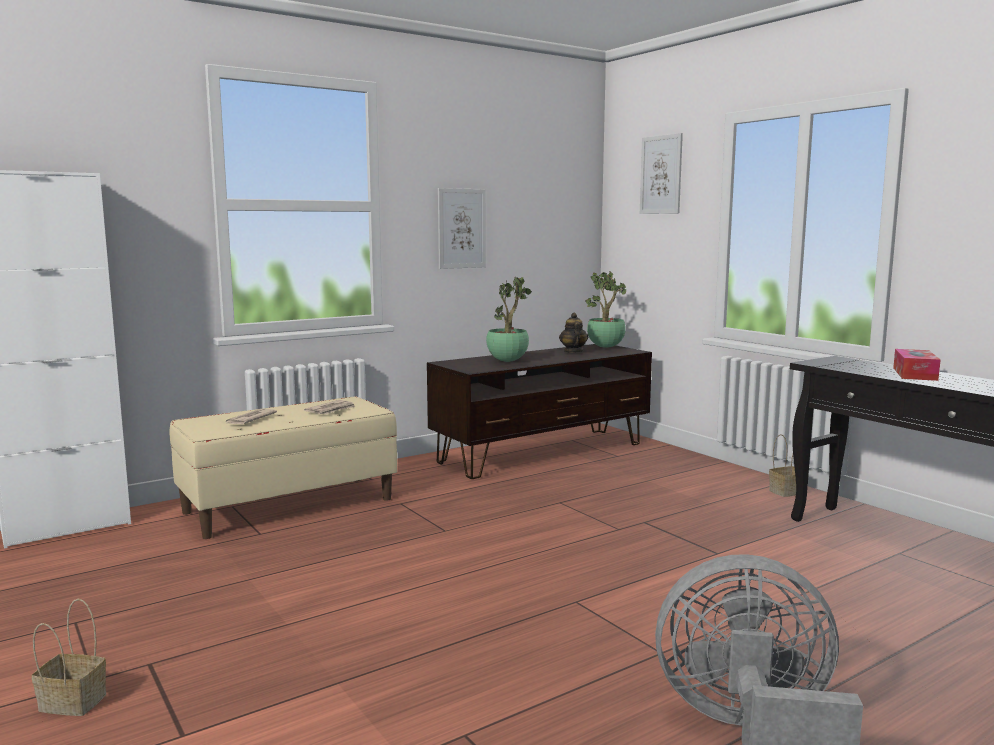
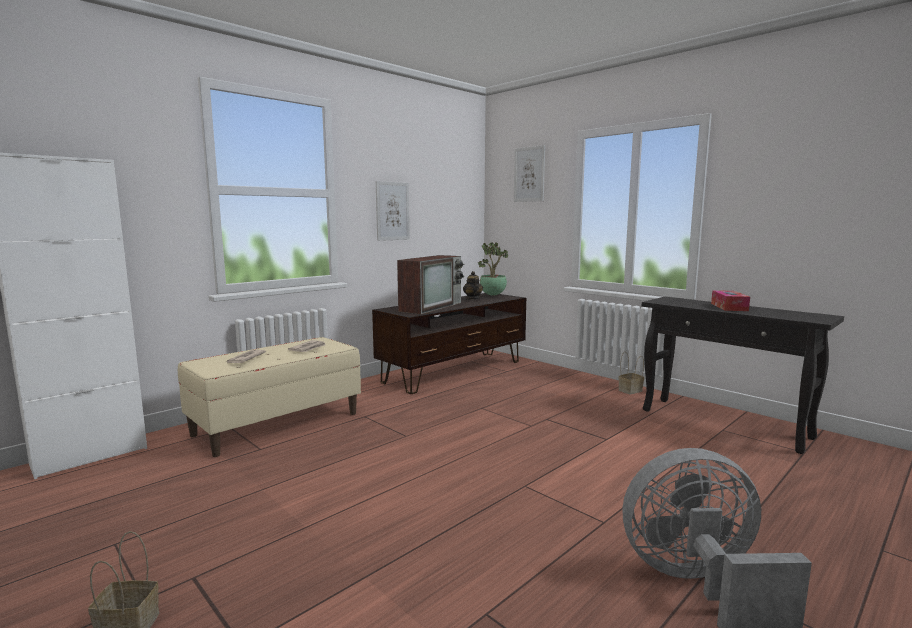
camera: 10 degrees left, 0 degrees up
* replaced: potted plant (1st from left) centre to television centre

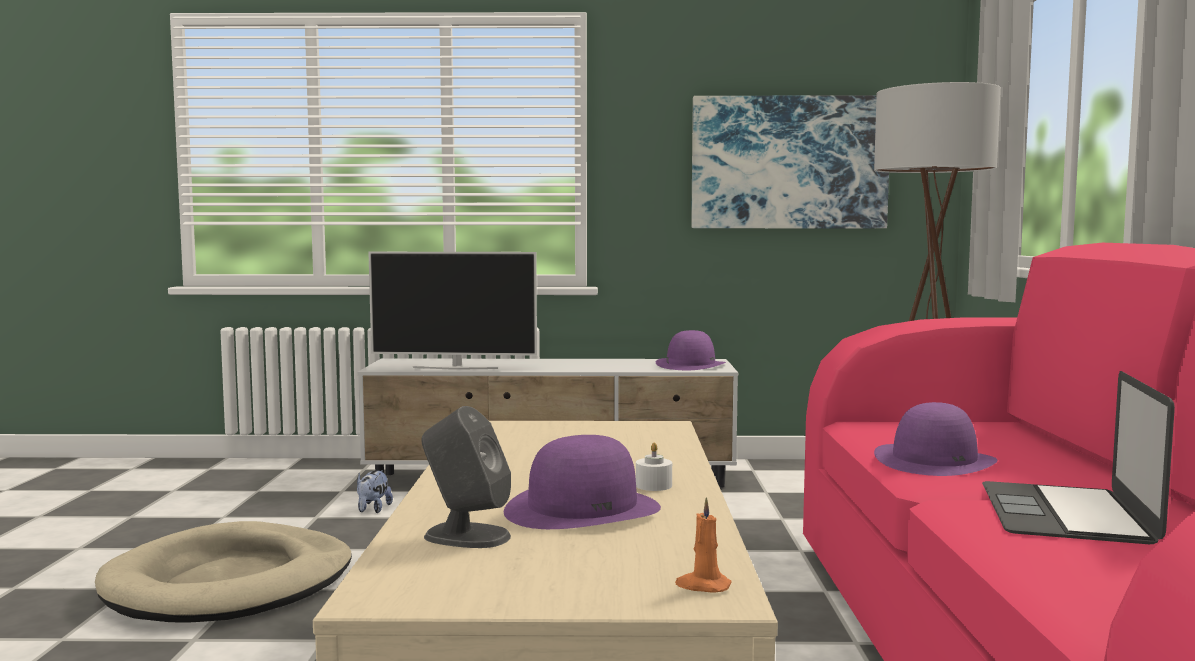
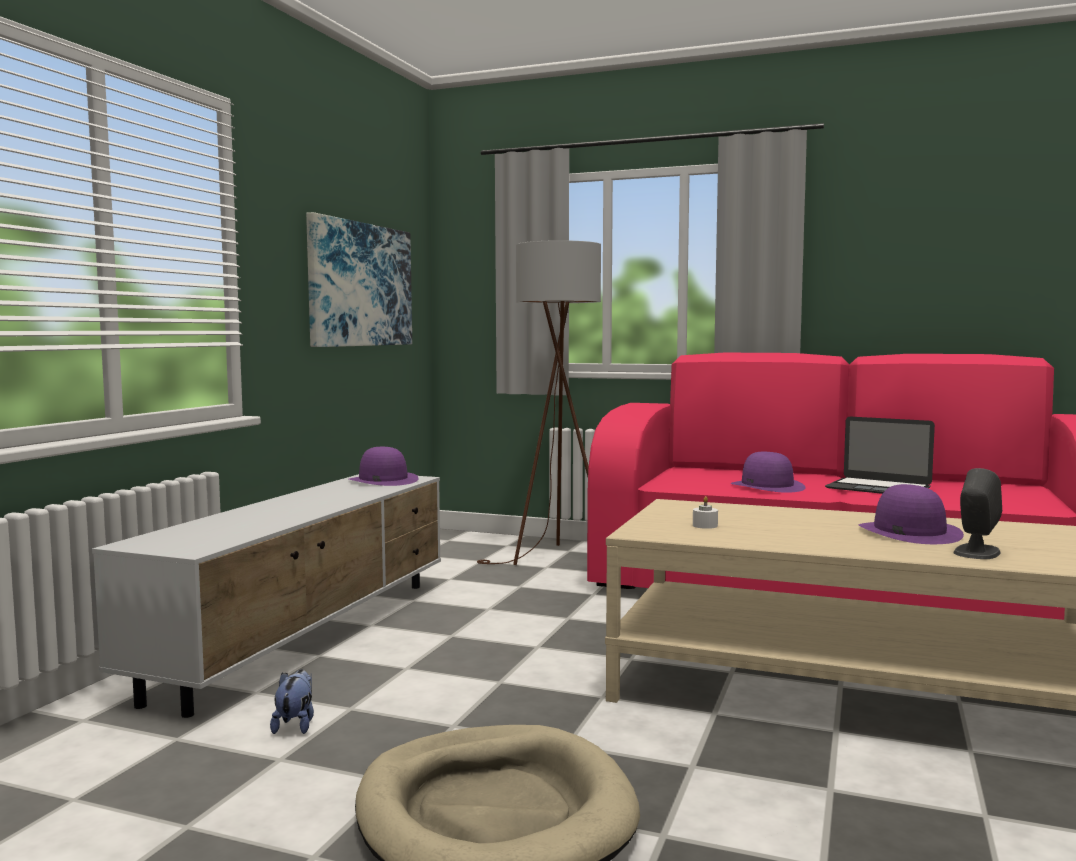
camera: 70 degrees left, 0 degrees up
* turned: plush toy bottom left = bottom left 120 degrees counterclockwise
* moved: white candle bottom centre to centre
* removed: television centre
* removed: orange candle bottom centre

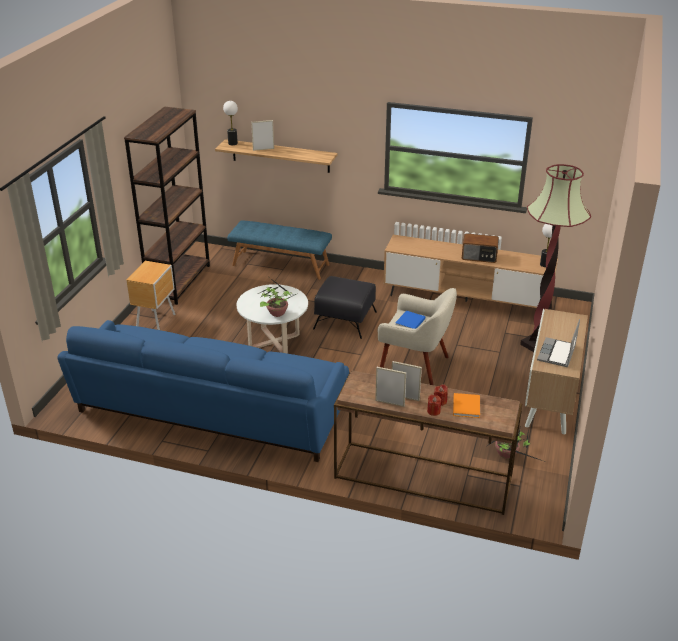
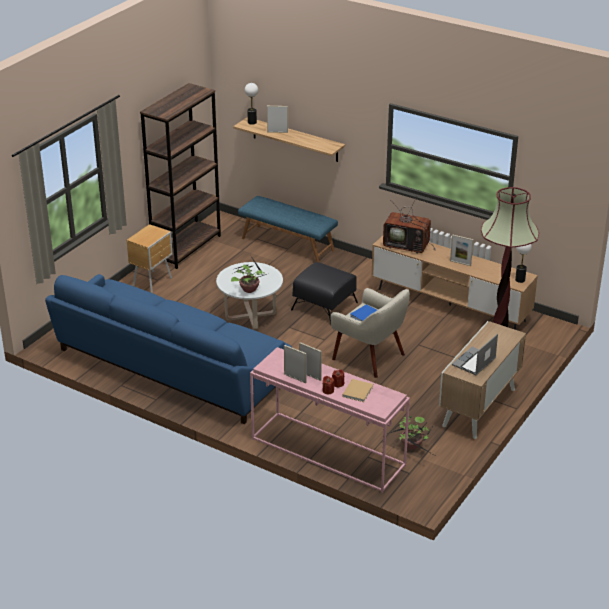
camera: 15 degrees right, 0 degrees up
* recoloured: brown console table bottom centre to pink console table bottom centre
* recoloured: orange book middle right to beige book centre
* added: television middle right
* replaced: radio middle right to picture frame (4th from left) middle right

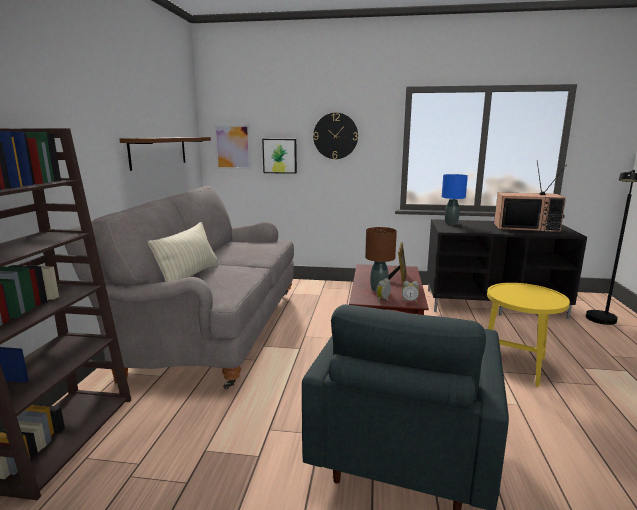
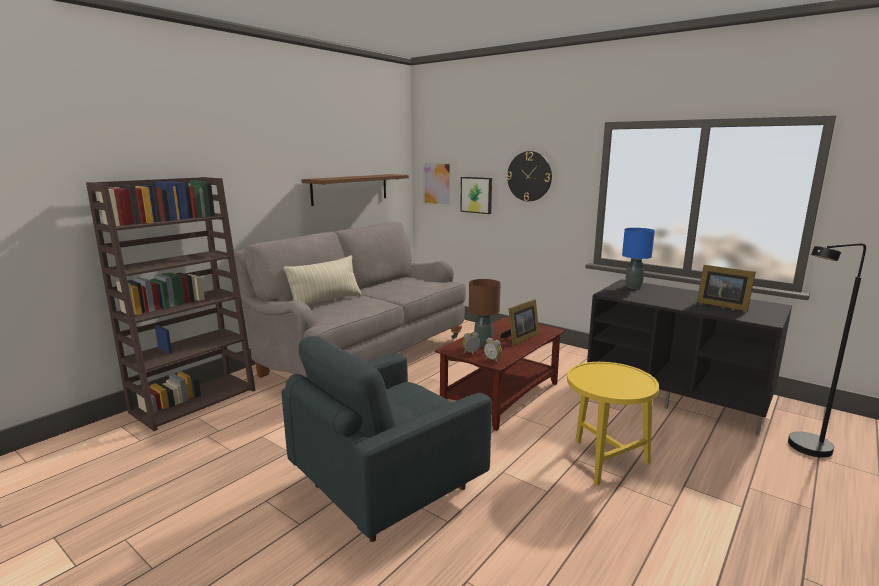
camera: 30 degrees right, 0 degrees up
* replaced: television middle right to picture frame (2nd from left) middle right

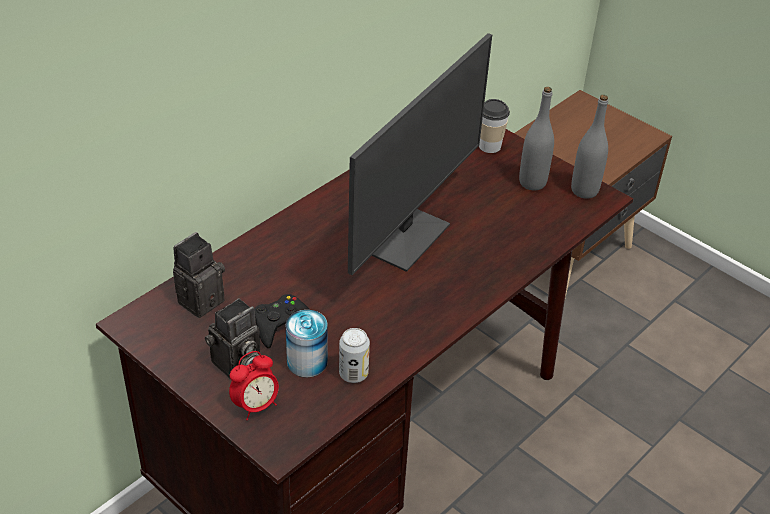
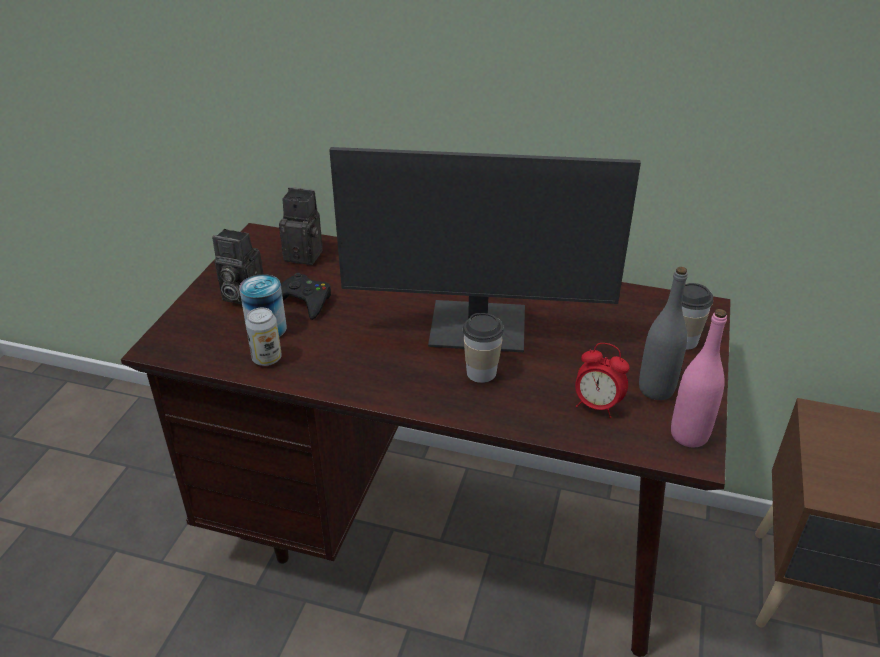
camera: 65 degrees right, 5 degrees down
* added: cup (1st from left) centre
* moved: alarm clock bottom left to middle right
* recoloured: grey bottle (2nd from left) top right to pink bottle middle right

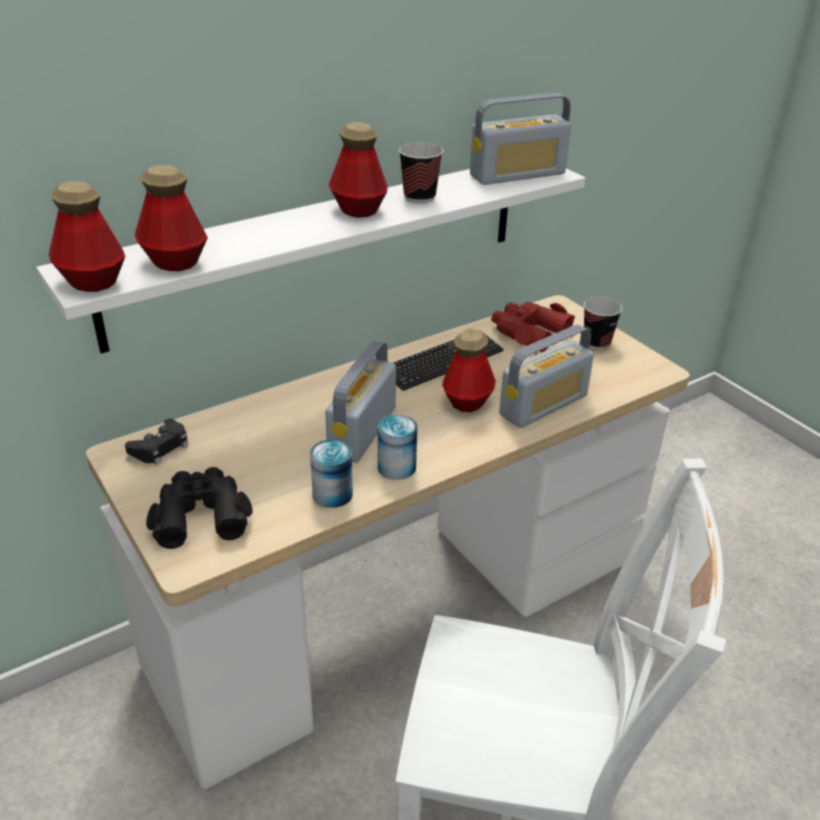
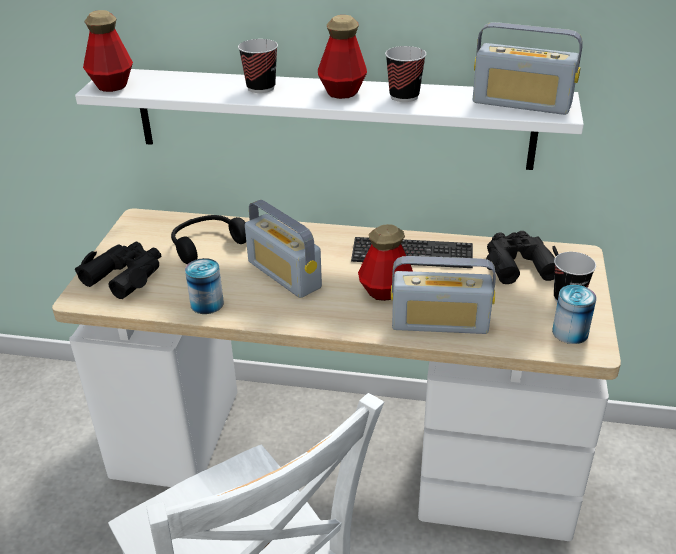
camera: 45 degrees right, 0 degrees up
* added: black headphones middle left
* added: cup (1st from left) top centre
* turned: radio (1st from left) centre = centre 105 degrees counterclockwise
* recoloured: red binoculars centre to black binoculars (2nd from left) middle right
* moved: can (2nd from left) centre to middle right
* removed: black game controller middle left
* removed: bottle (2nd from left) top left

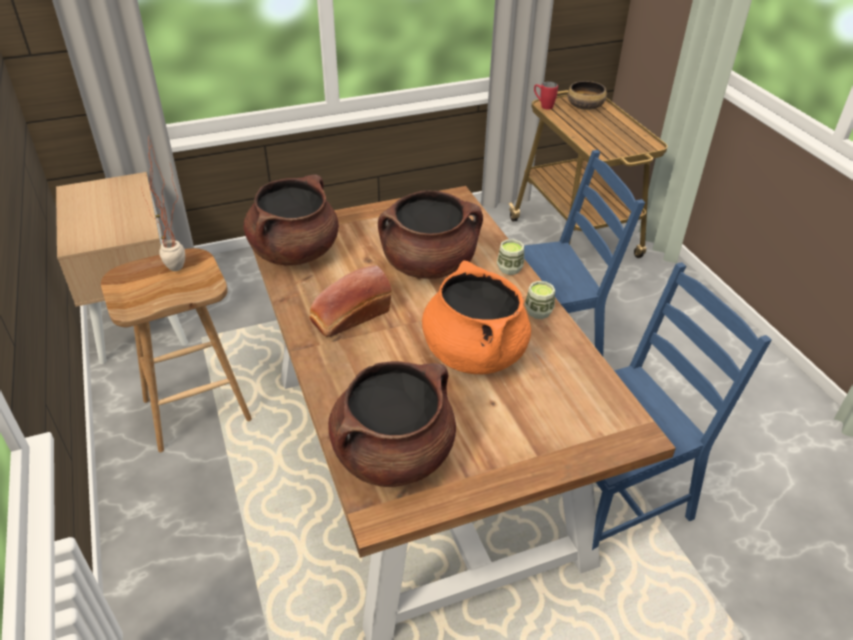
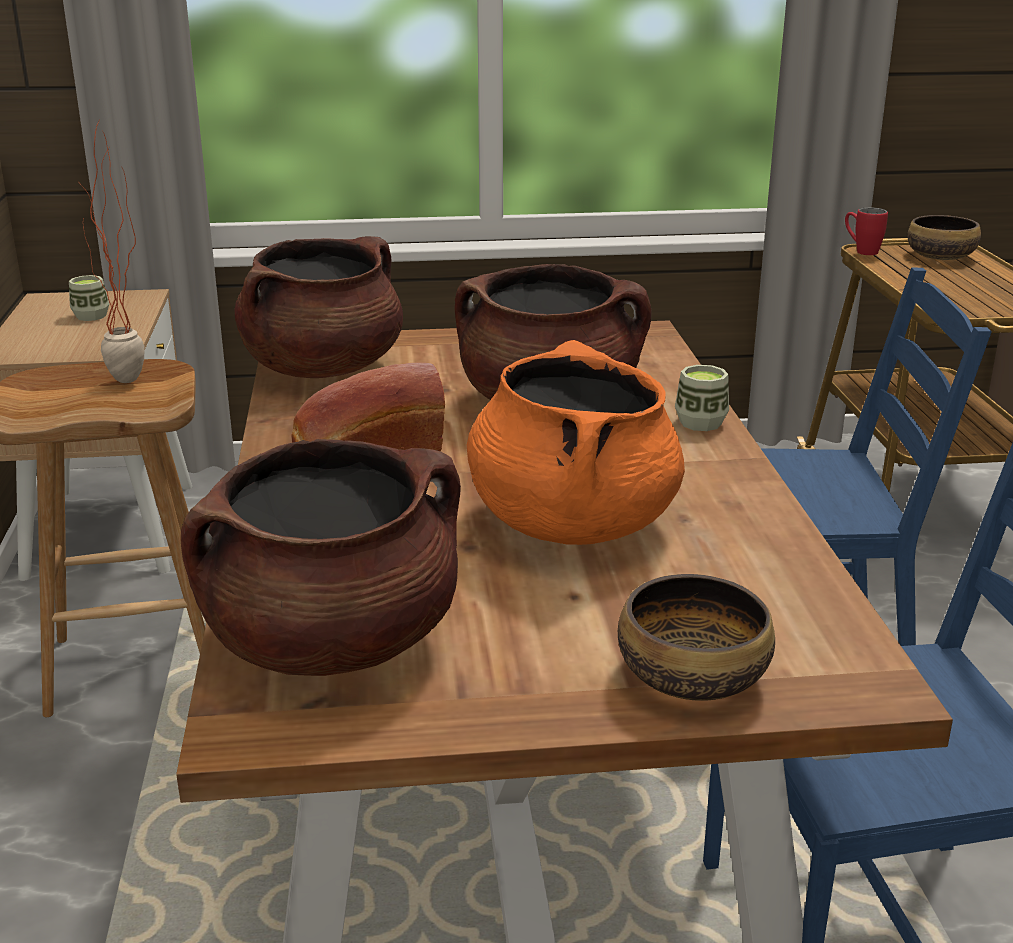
camera: 15 degrees right, 15 degrees down
* moved: cup (2nd from left in the first image) centre to cup (1st from left) top left
* added: bowl (1st from left) bottom right

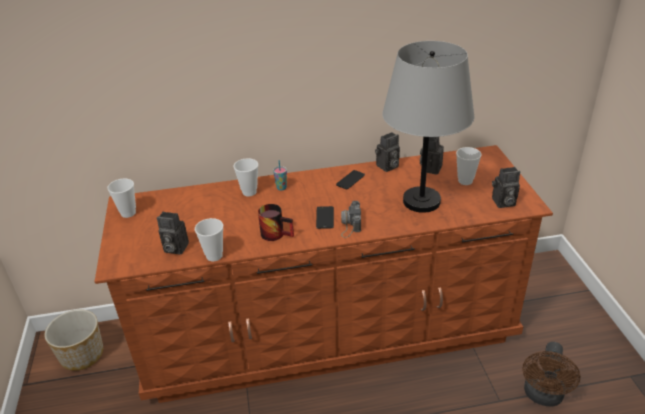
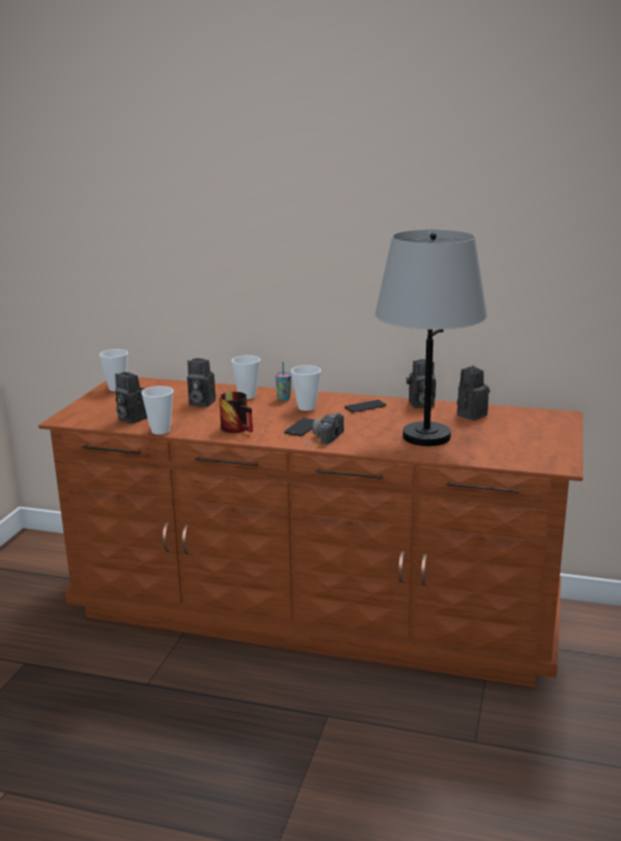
camera: 25 degrees right, 15 degrees down
* moved: photo camera (5th from left in the first image) middle right to photo camera (2nd from left) middle left
* moved: cup (5th from left) middle right to centre
* removed: planter bottom left
* removed: brown fan bottom right

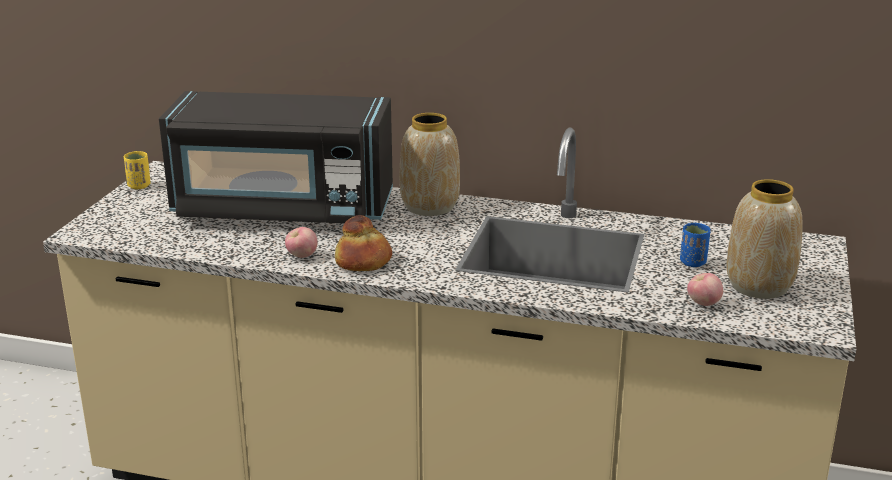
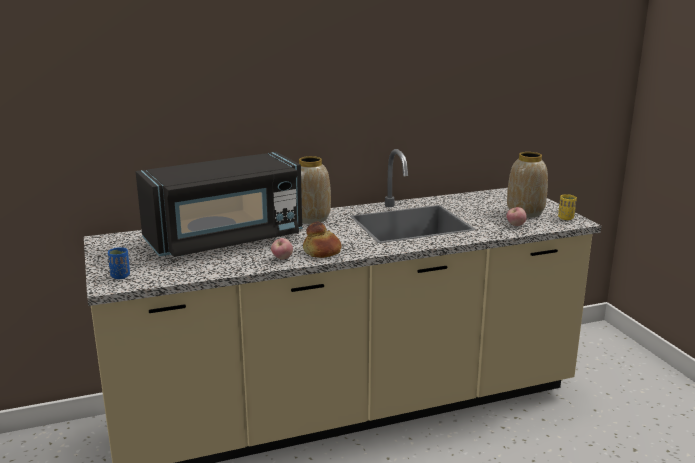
camera: 35 degrees left, 5 degrees down
* moved: blue cup middle right to middle left
* moved: yellow cup middle left to middle right

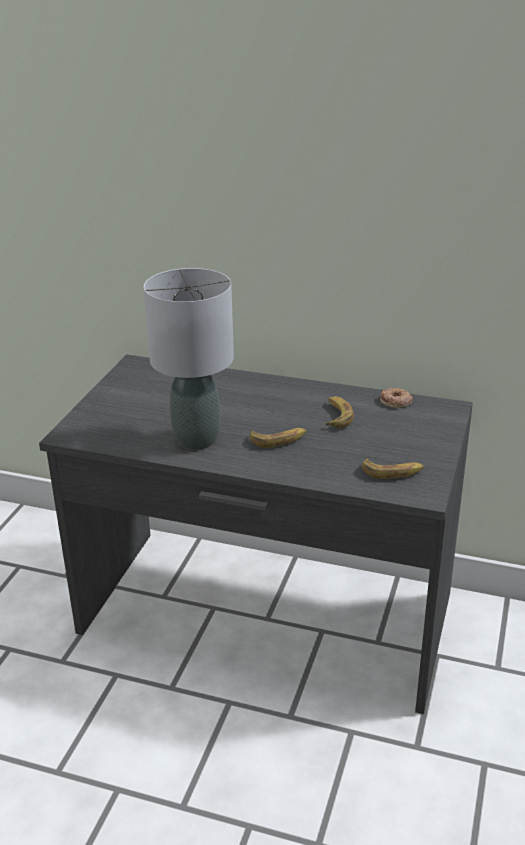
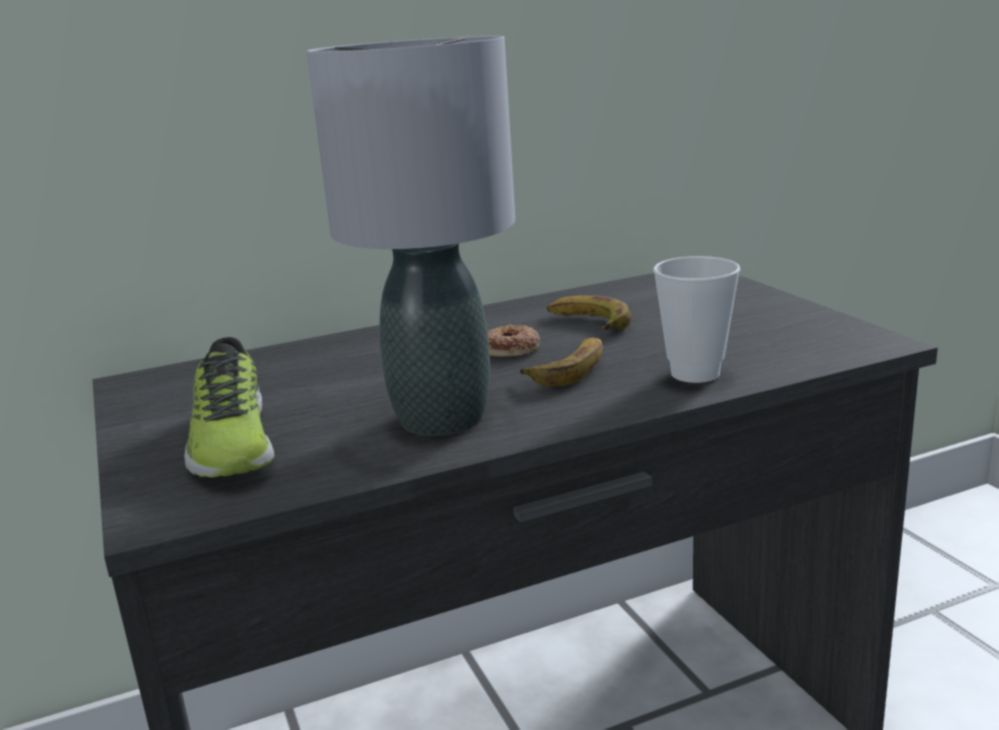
camera: 40 degrees left, 10 degrees down
* added: shoe middle left
* moved: donut middle right to centre
* added: cup middle right
* removed: banana (3rd from left) middle right

